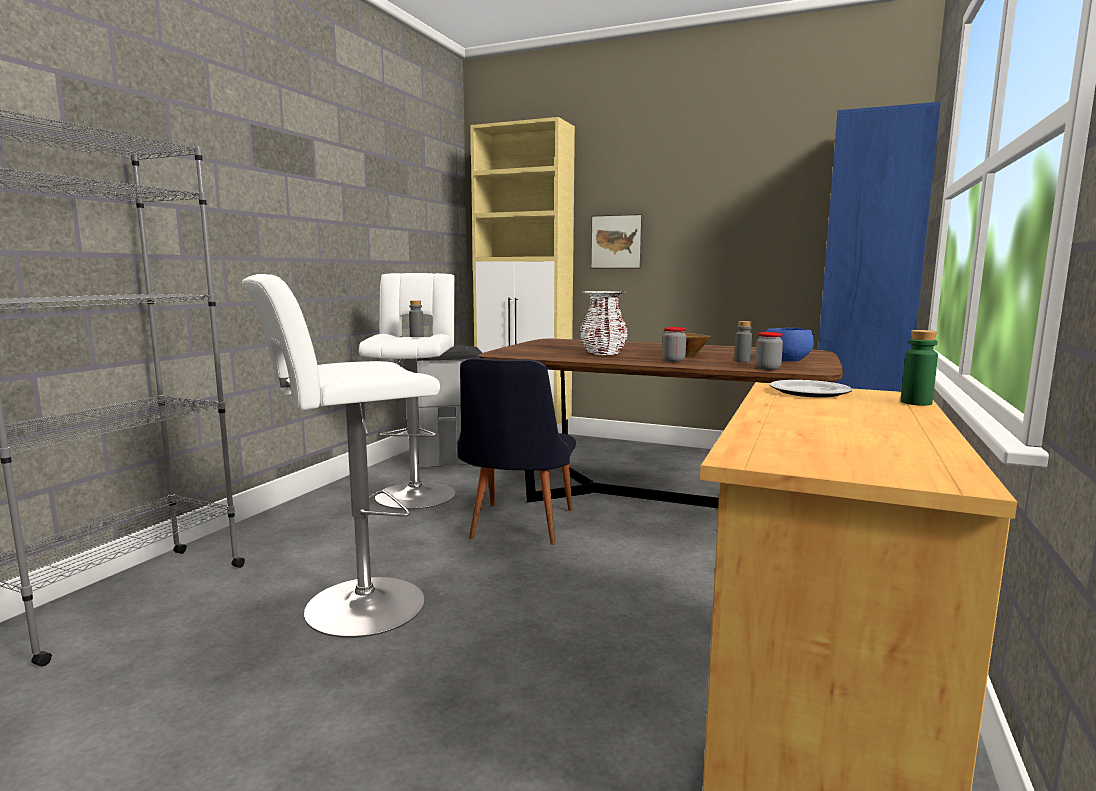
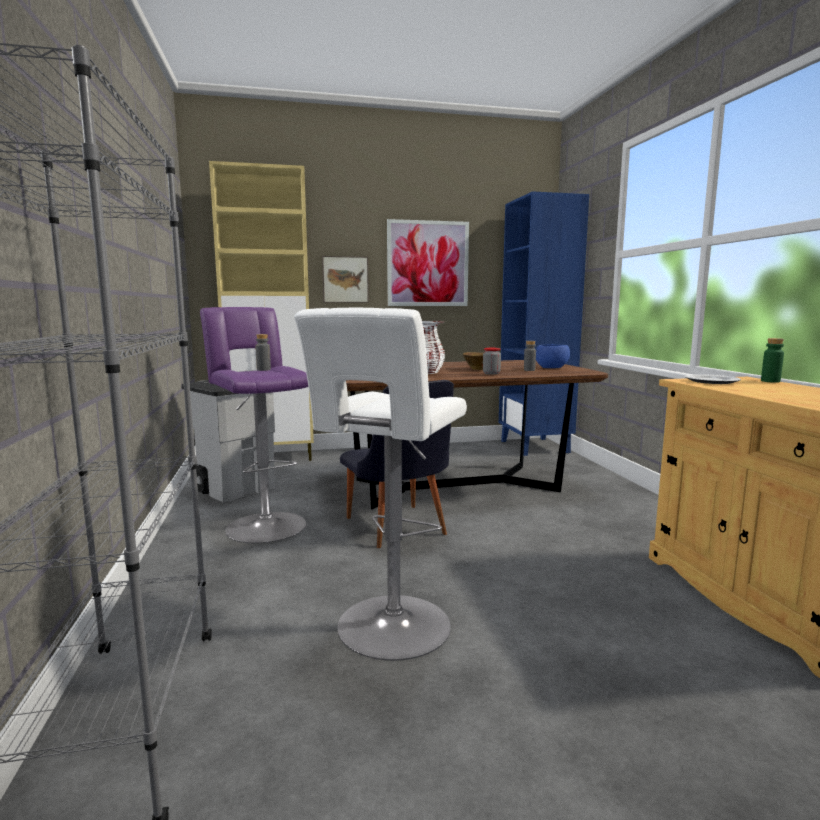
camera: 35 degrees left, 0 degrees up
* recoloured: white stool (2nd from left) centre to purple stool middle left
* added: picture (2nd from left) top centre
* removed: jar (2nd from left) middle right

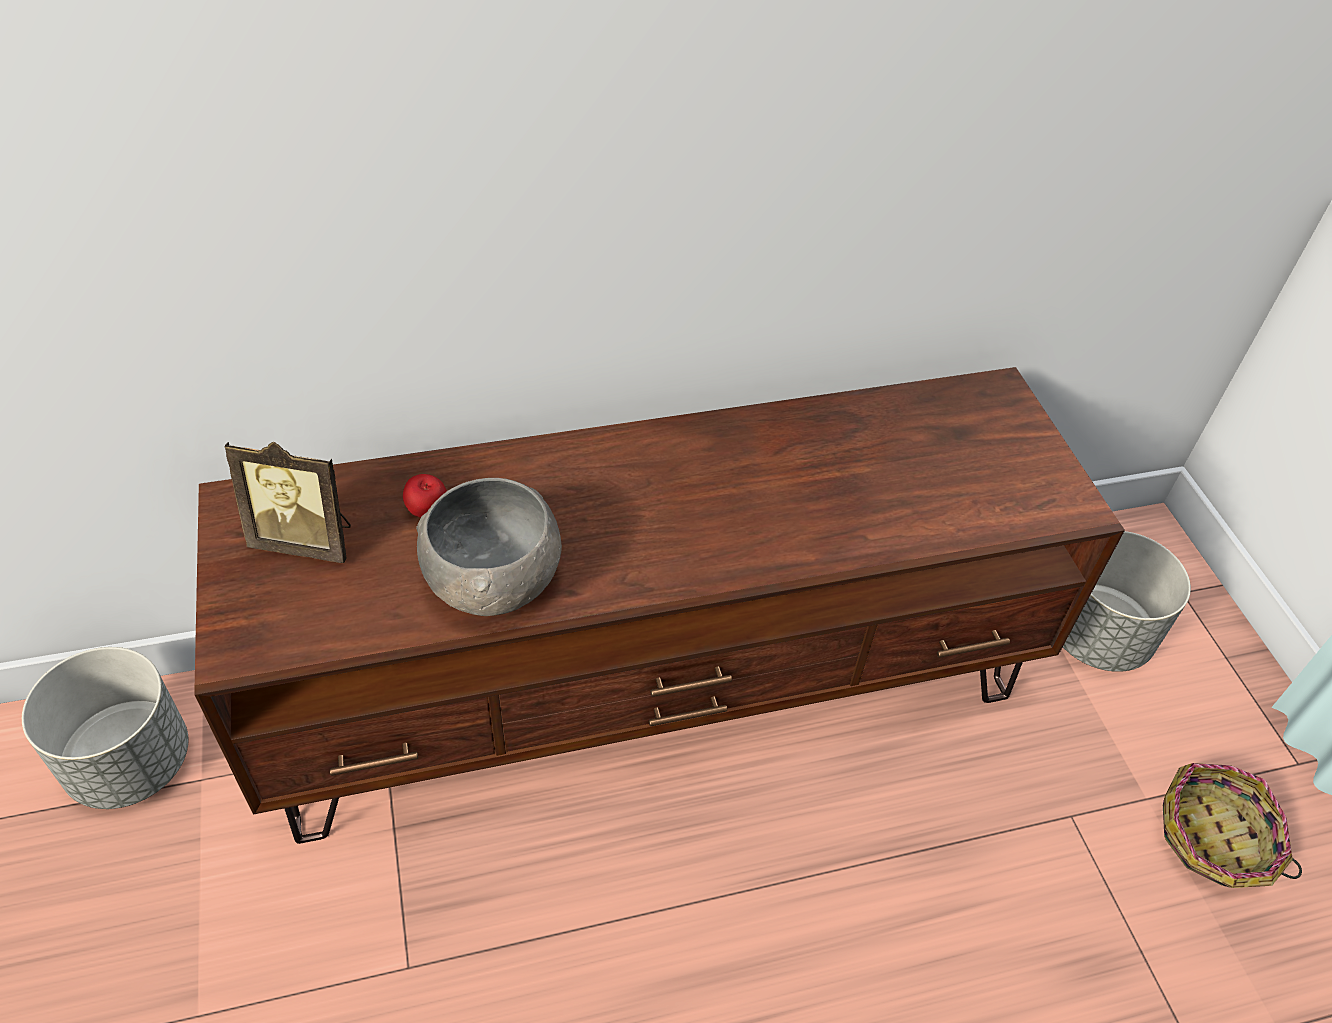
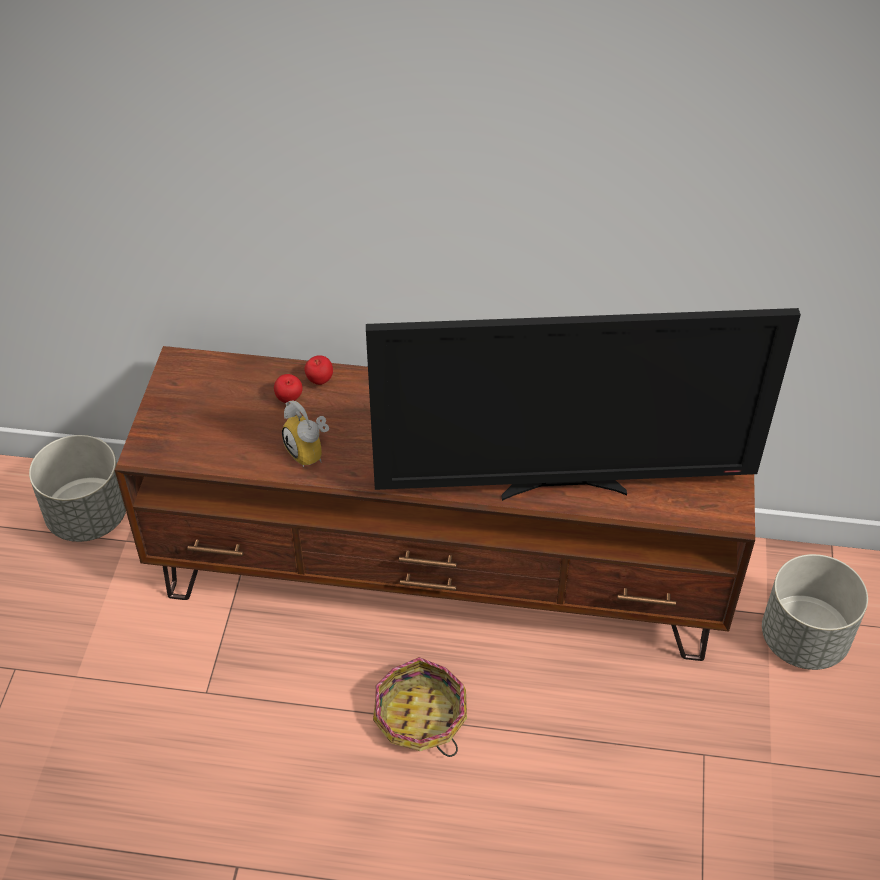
camera: 25 degrees right, 0 degrees up
* replaced: grey bowl centre to alarm clock centre
* added: apple (2nd from left) centre
* added: television centre
* moved: basket bottom right to bottom centre
* removed: picture frame middle left

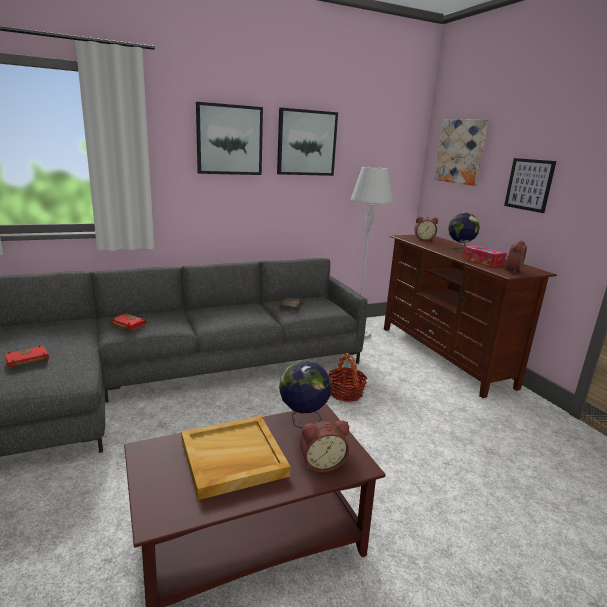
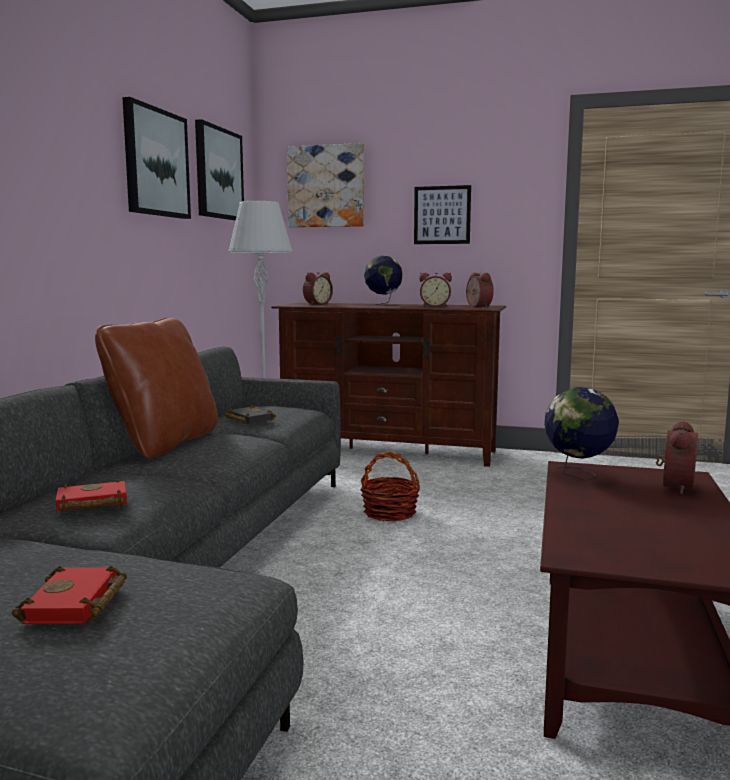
camera: 50 degrees left, 10 degrees down
* added: brown pillow middle left
* moved: picture (1st from left in the first image) top centre to picture (2nd from left) top left
* replaced: tissue box middle right to alarm clock (2nd from left) centre
* removed: beige tray bottom centre

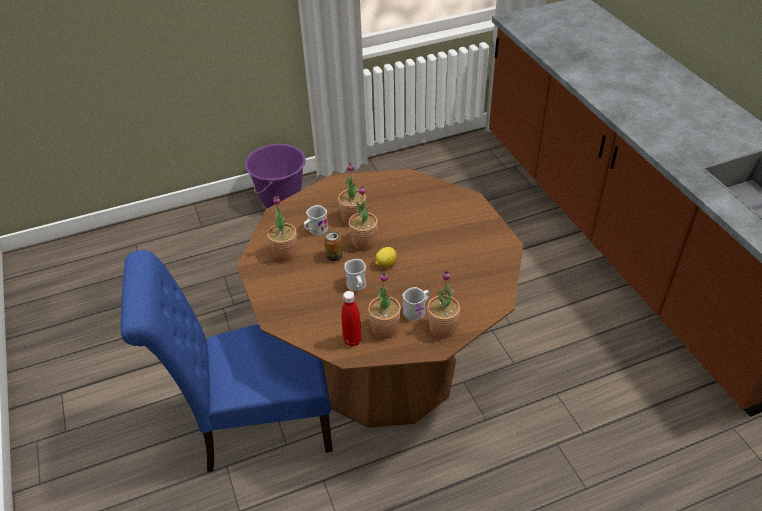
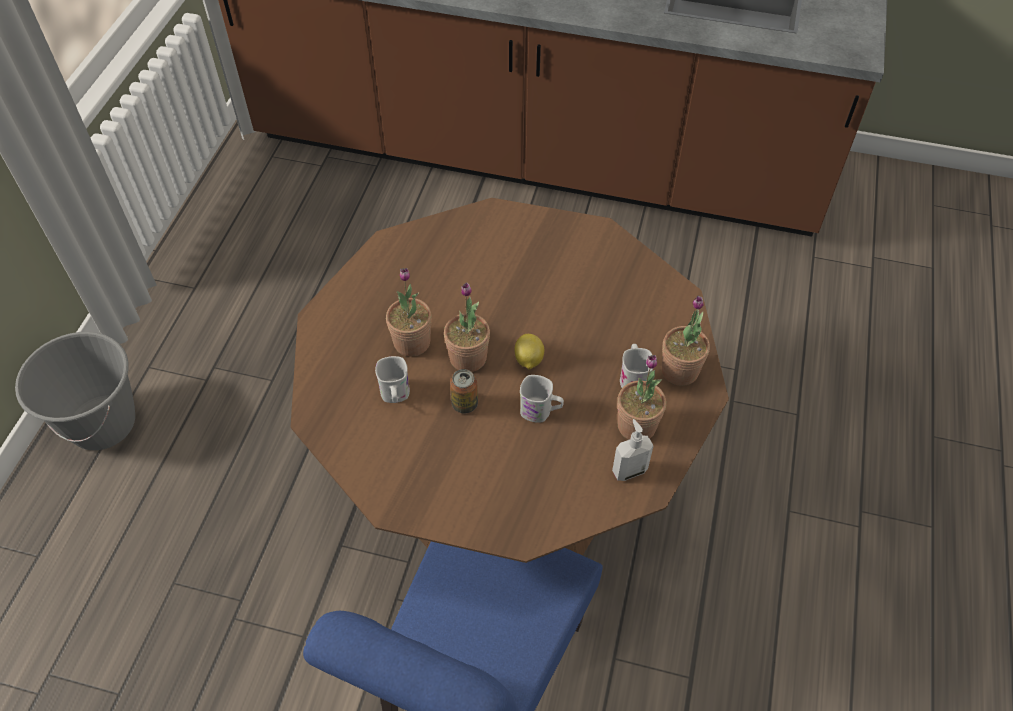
camera: 55 degrees left, 10 degrees up
* recoloured: purple bucket centre to grey bucket middle left
* replaced: red bottle centre to soap dispenser centre
* removed: potted plant (1st from left) centre

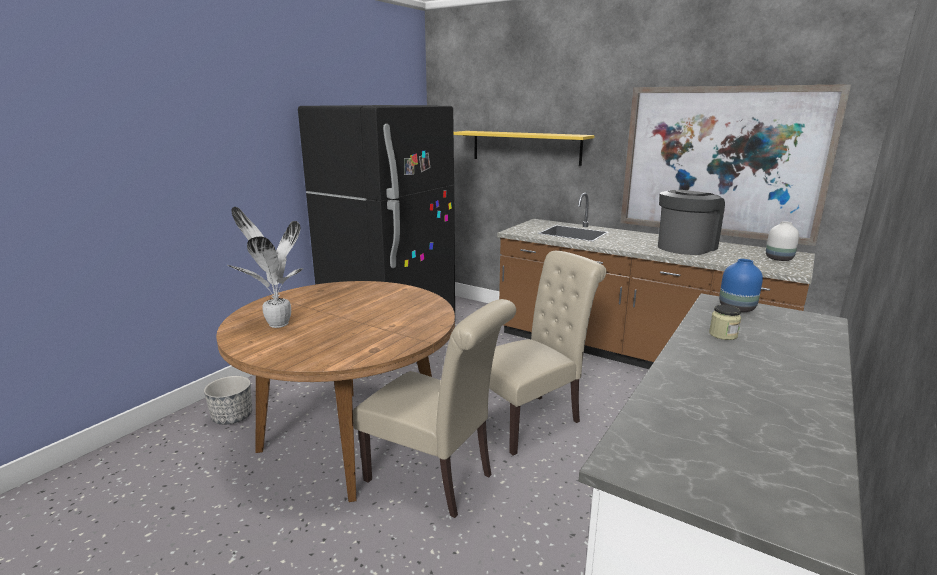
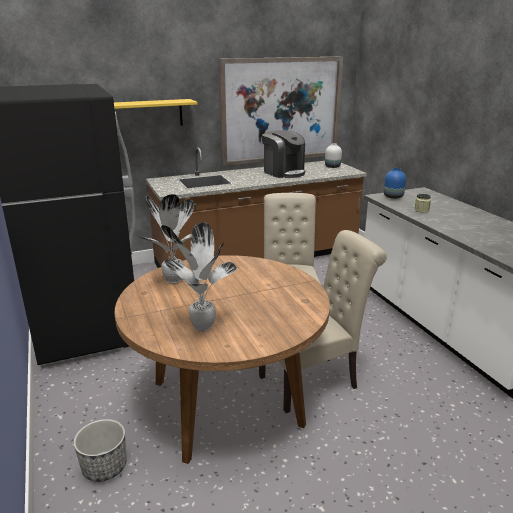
camera: 55 degrees left, 5 degrees up
* added: potted plant (1st from left) middle left
* turned: coffee machine middle right = top centre 150 degrees clockwise

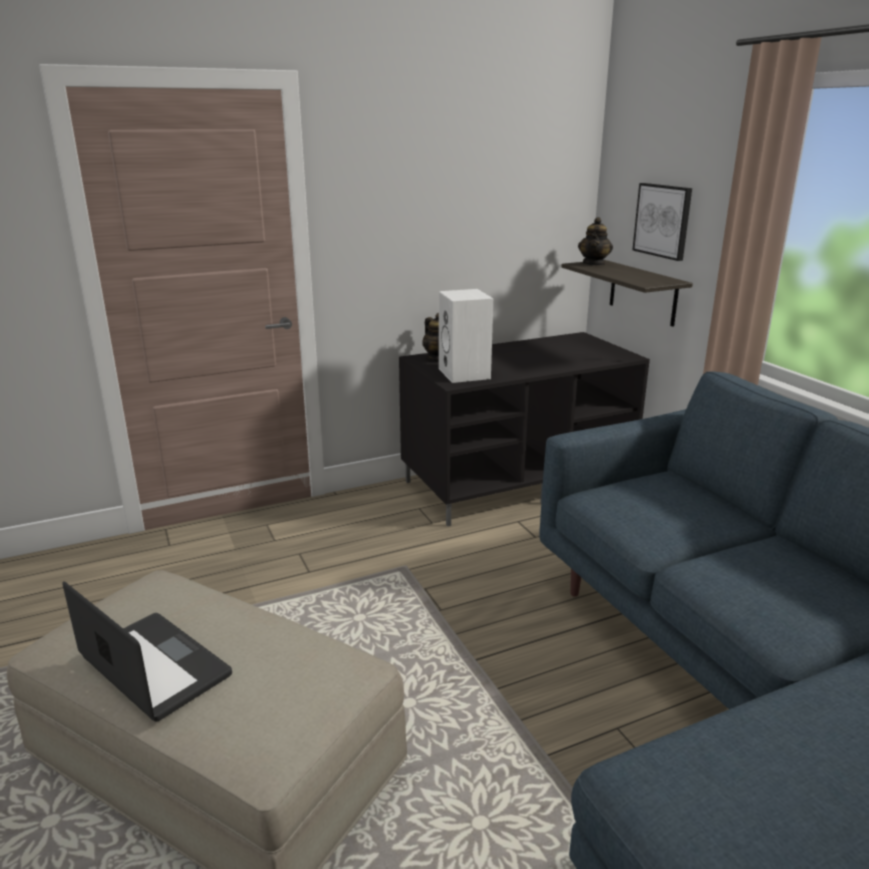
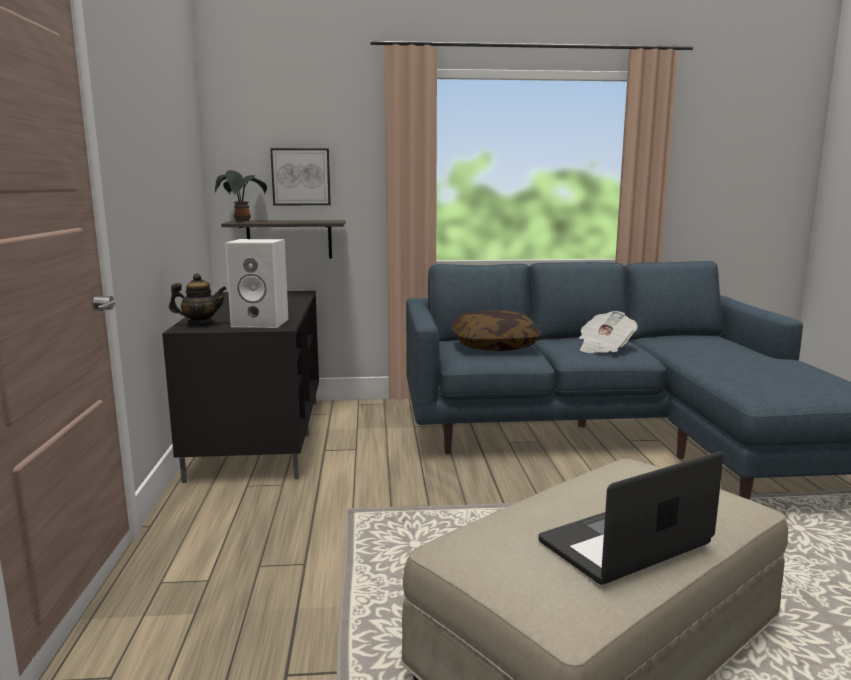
camera: 70 degrees left, 10 degrees down
* replaced: teapot (2nd from left) top right to potted plant top left
* added: pillow centre
* added: newspaper middle right

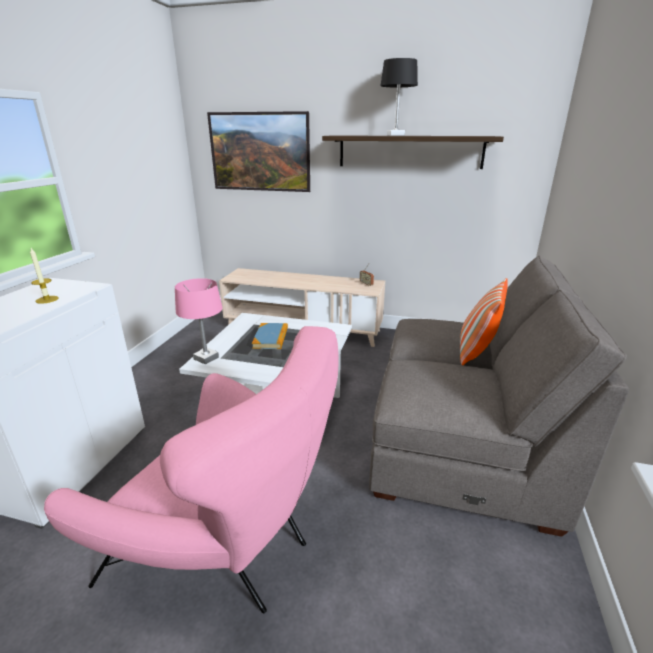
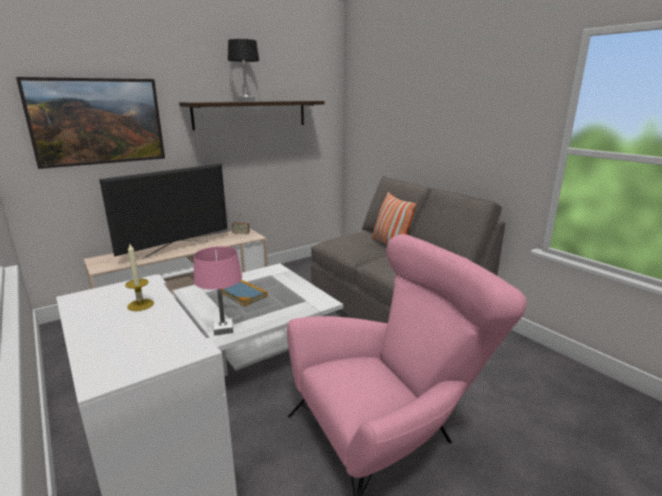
camera: 50 degrees left, 5 degrees down
* added: television middle left

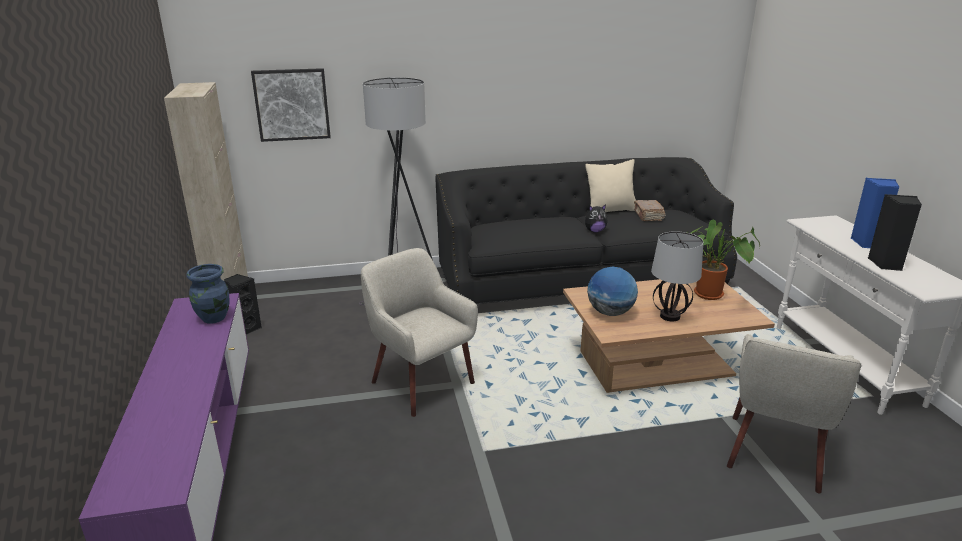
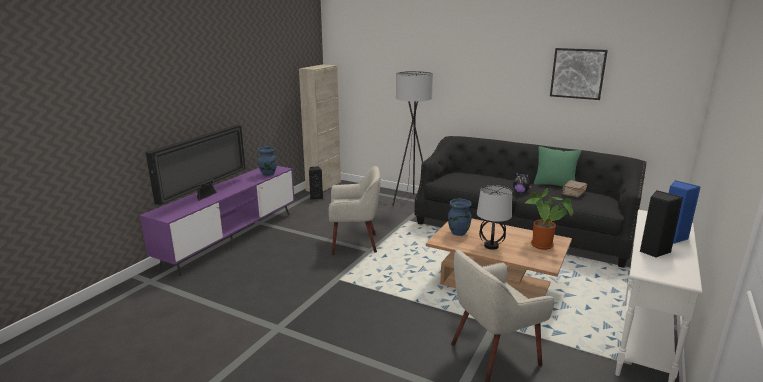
camera: 40 degrees right, 5 degrees down
* added: television middle left
* turned: beige armchair (1st from left) centre = centre 90 degrees clockwise
* replaced: globe centre to blue vase (2nd from left) centre
* recoloured: beige pillow centre to green pillow middle right
* moved: picture top left to top right

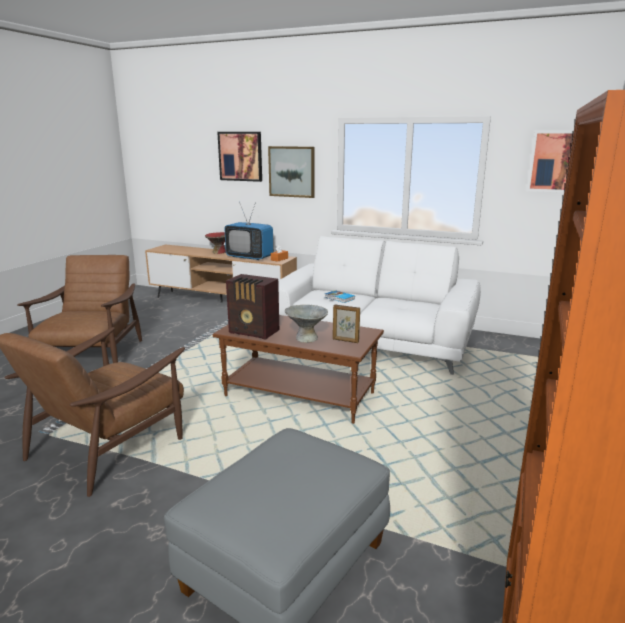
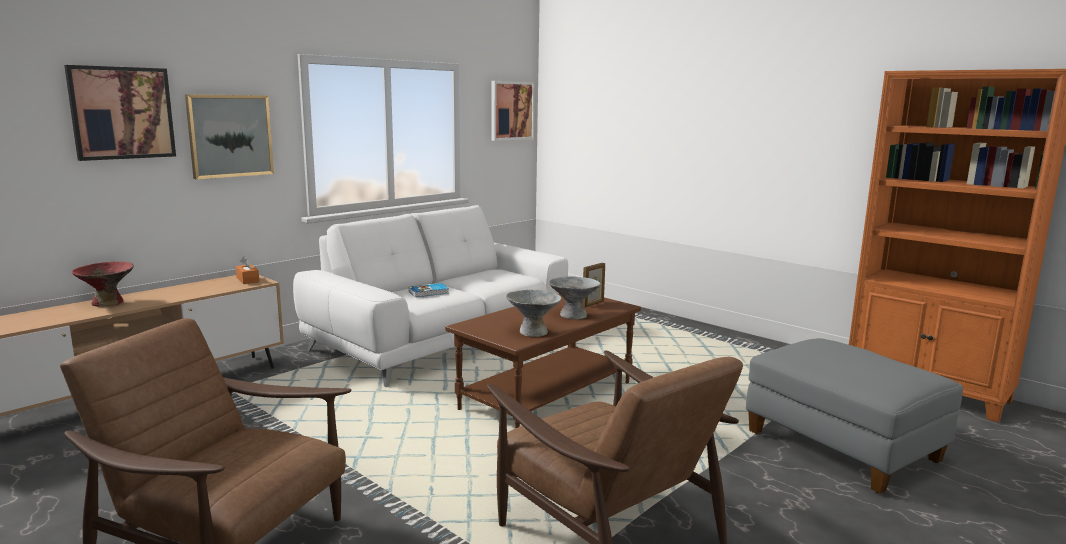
camera: 70 degrees left, 5 degrees down
* replaced: radio centre to grey bowl (1st from left) centre
* removed: television centre

